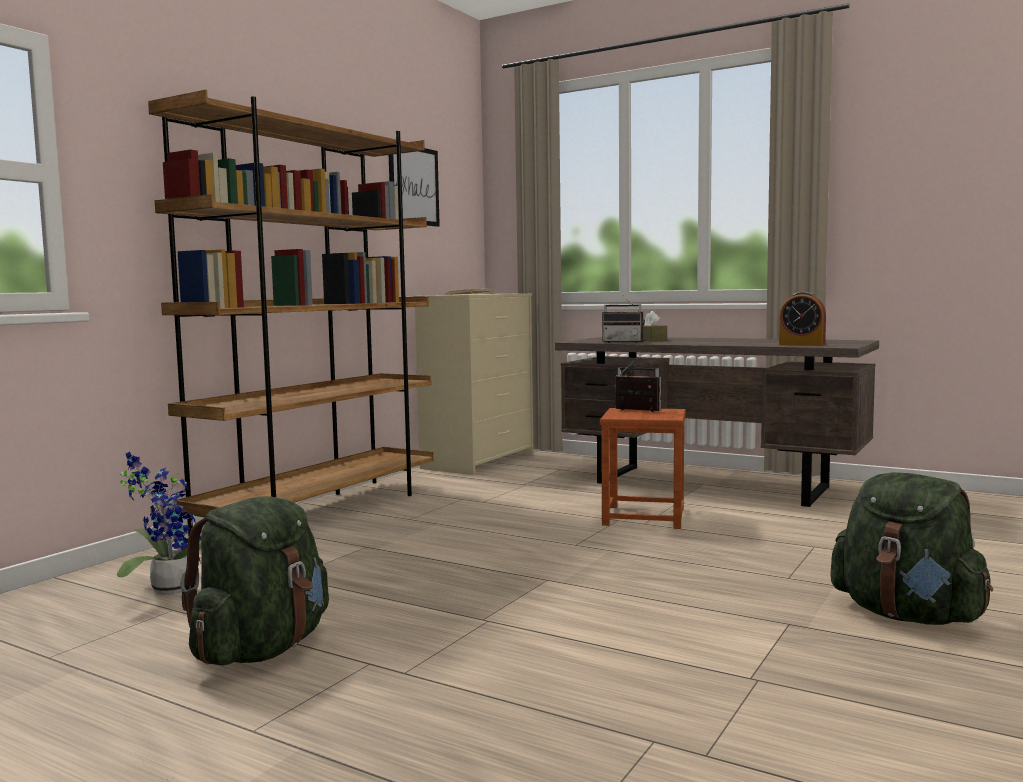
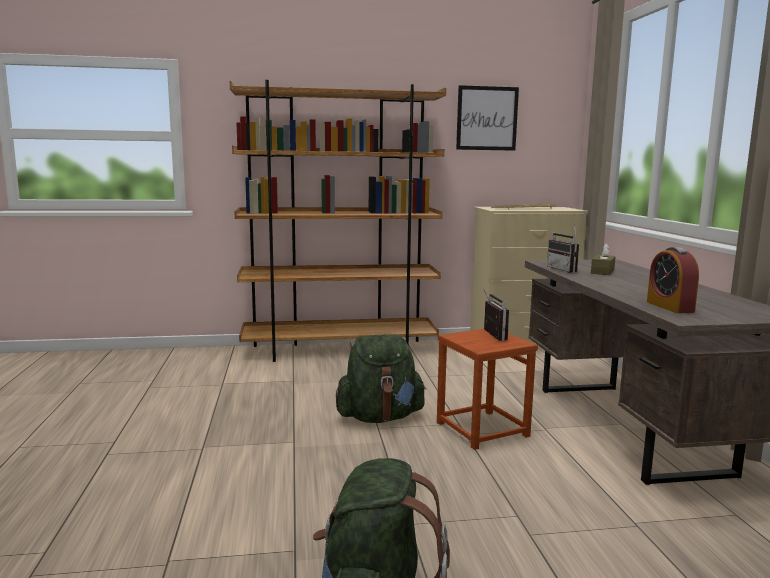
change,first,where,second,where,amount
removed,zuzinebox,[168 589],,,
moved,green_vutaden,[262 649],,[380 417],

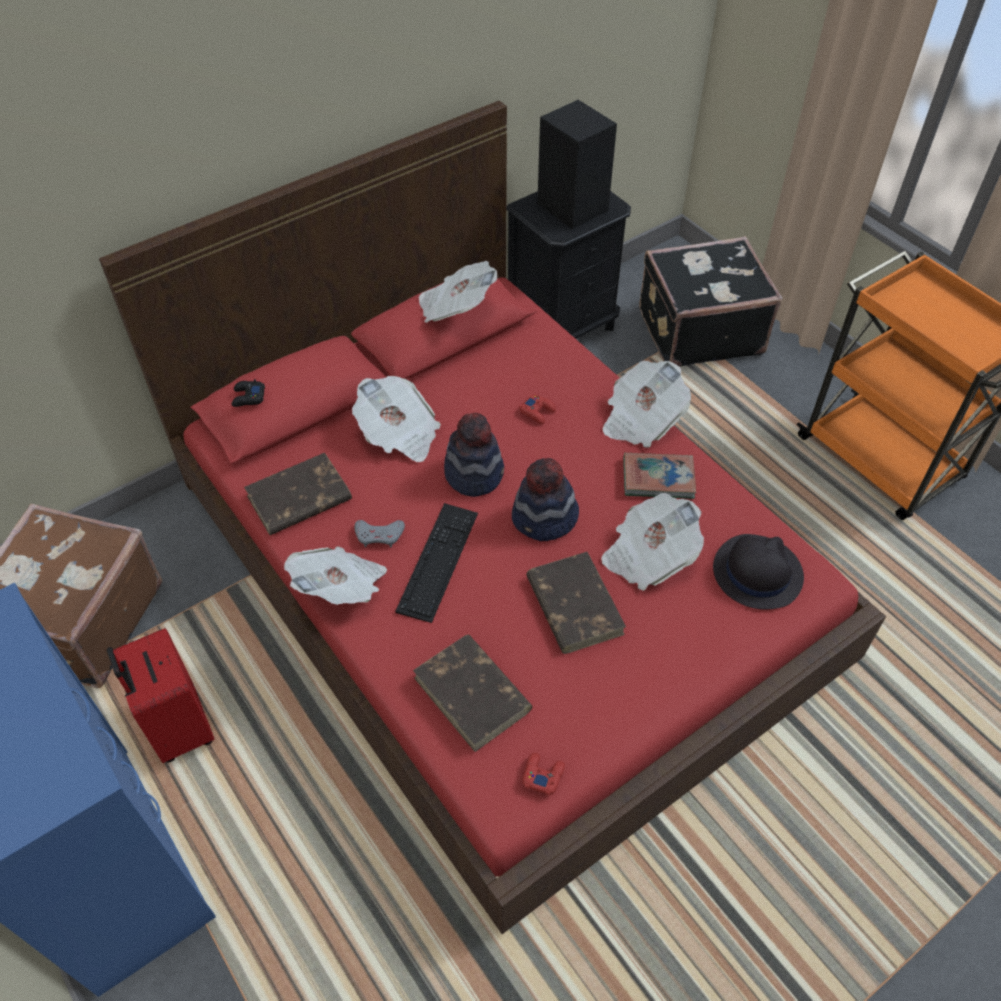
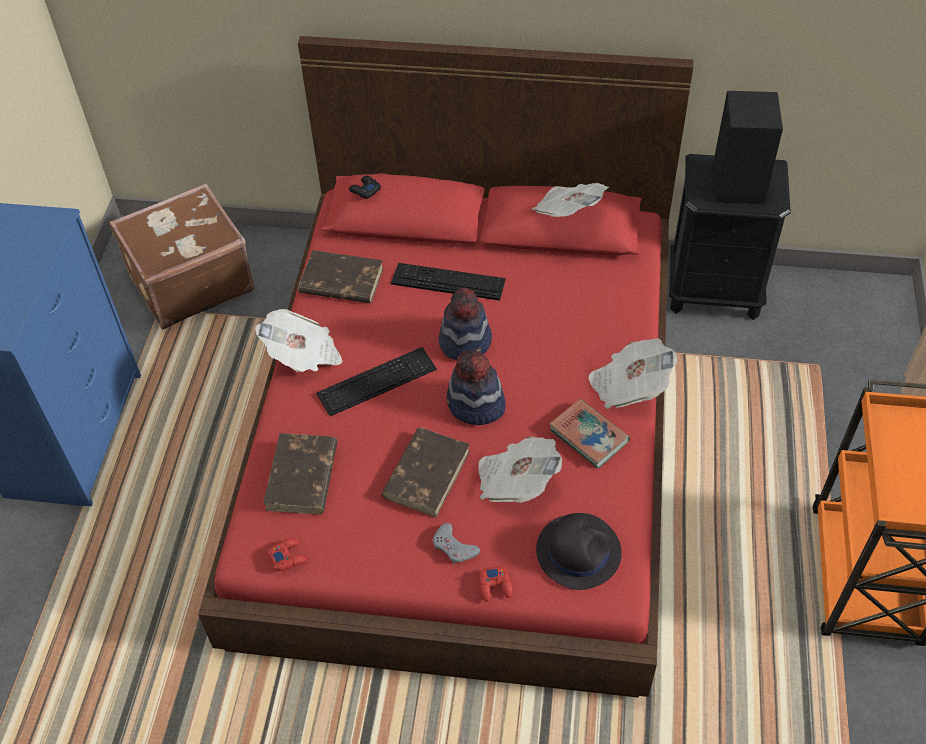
change,first,where,second,where,amount
removed,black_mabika,[698 330],,,
replaced,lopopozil,[399 434],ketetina,[448 281],
moved,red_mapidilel,[537 411],,[495 586],
moved,grey_mapidilel,[379 535],,[454 547],
removed,red_mabika,[178 728],,,

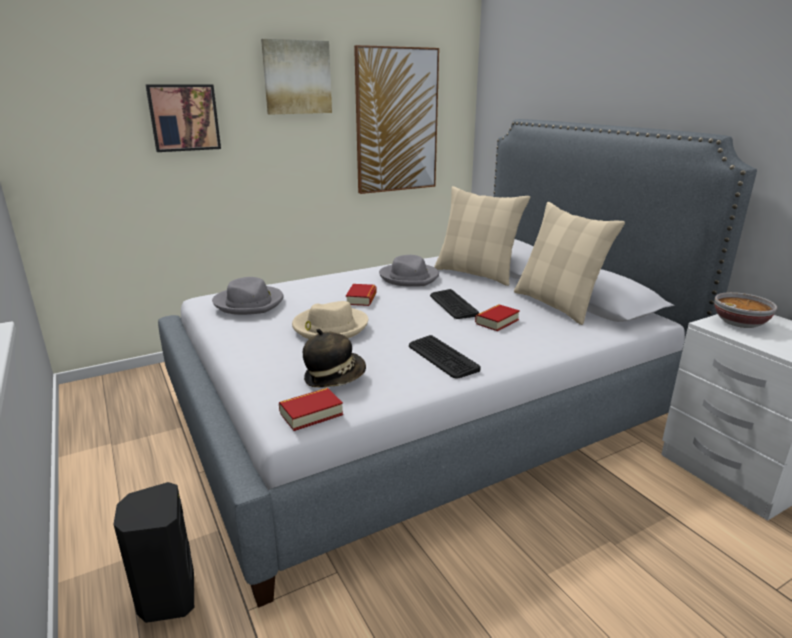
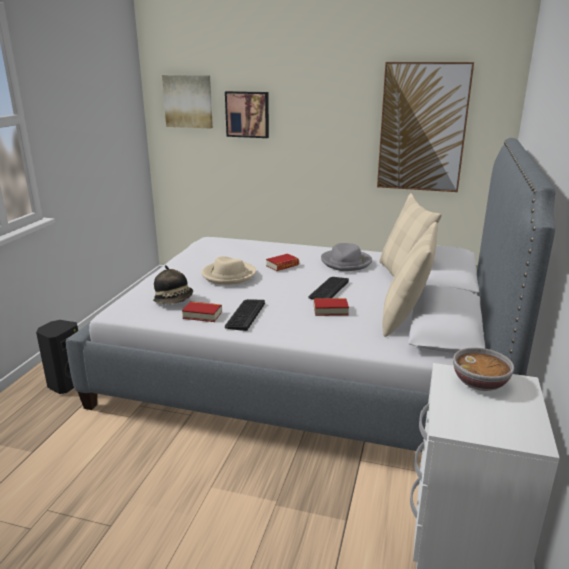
change,first,where,second,where,amount
moved,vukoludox,[297 77],,[188 101],
removed,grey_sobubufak,[249 303],,,
moved,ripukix,[311 414],,[202 315],

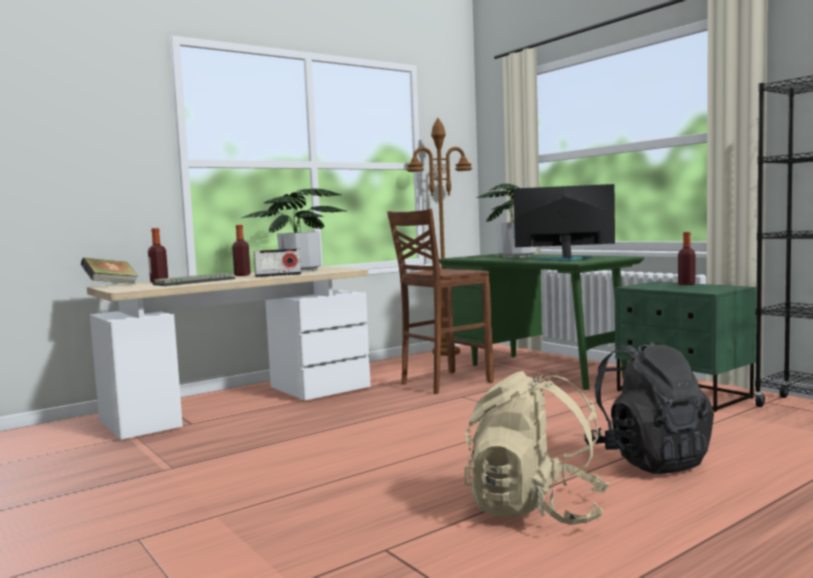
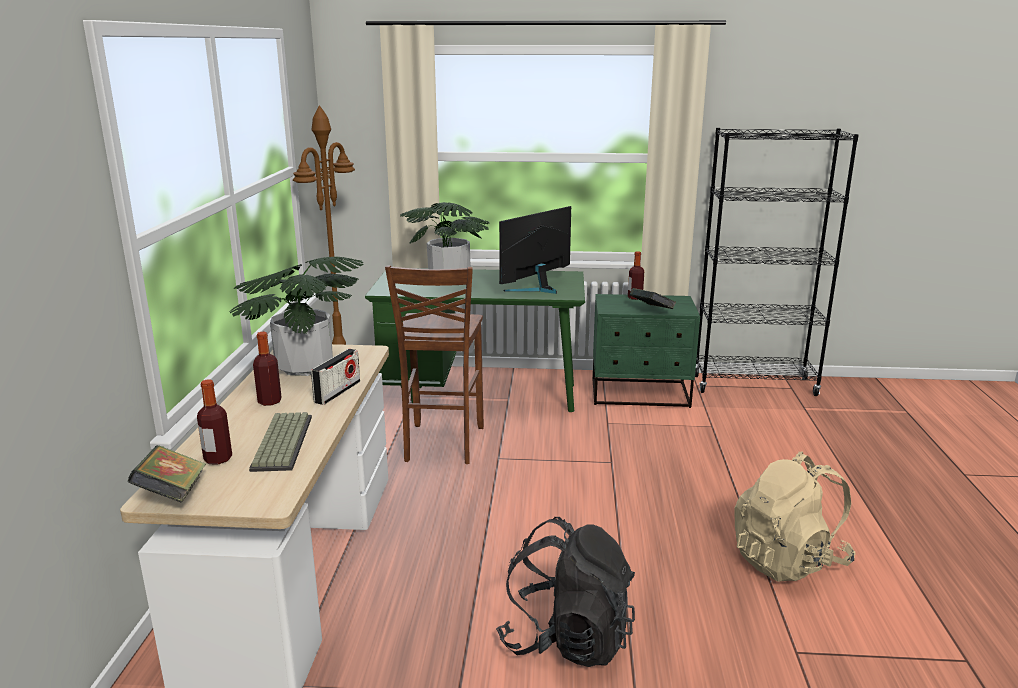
change,first,where,second,where,amount
moved,black_vutaden,[648 460],,[566 639],
added,,,ripukix,[651 311],

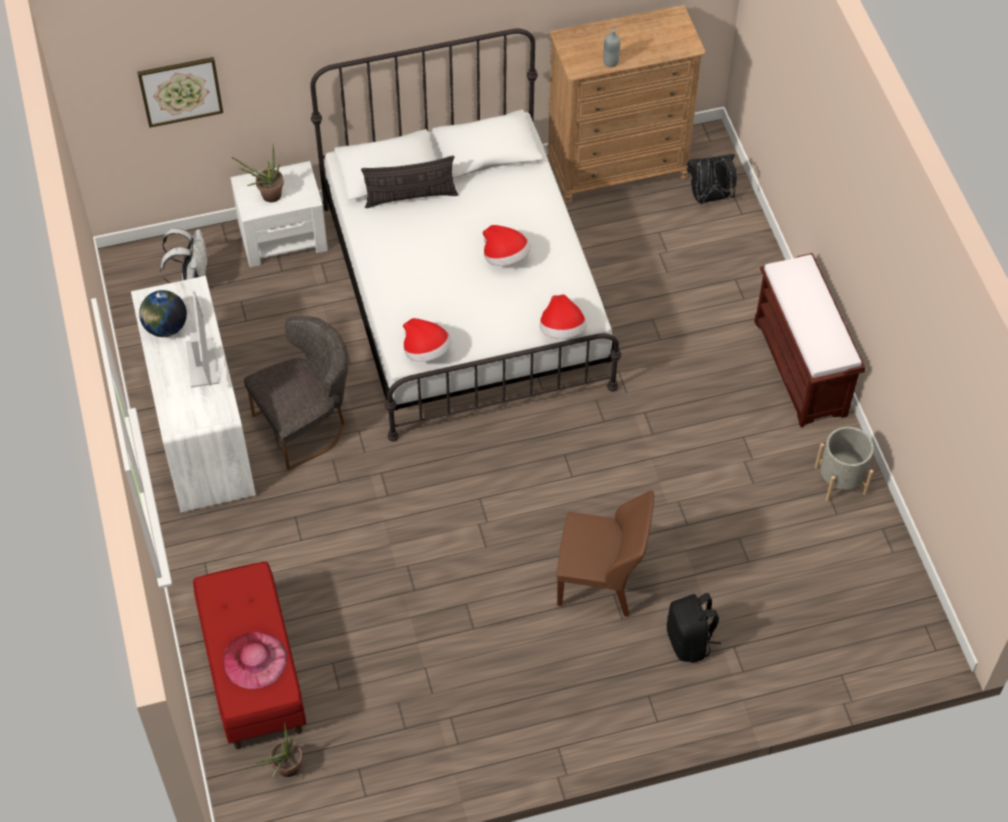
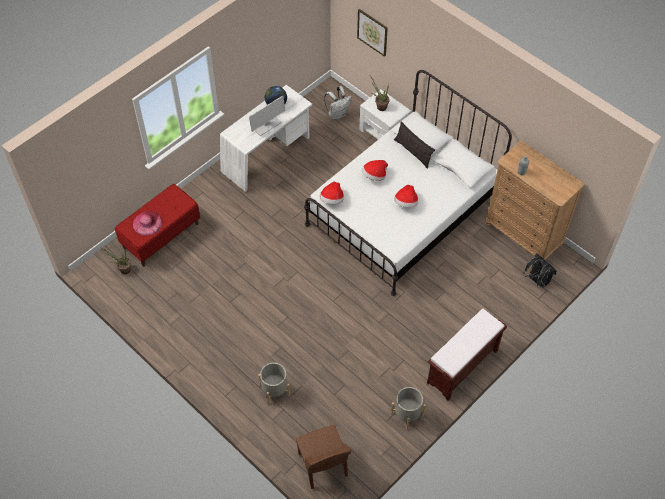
change,first,where,second,where,amount
moved,sobubufak,[562 330],,[374 176],
removed,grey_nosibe,[306 424],,,
moved,brown_nosibe,[600 582],,[323 466],
replaced,black_vutaden,[689 641],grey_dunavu,[274 390],

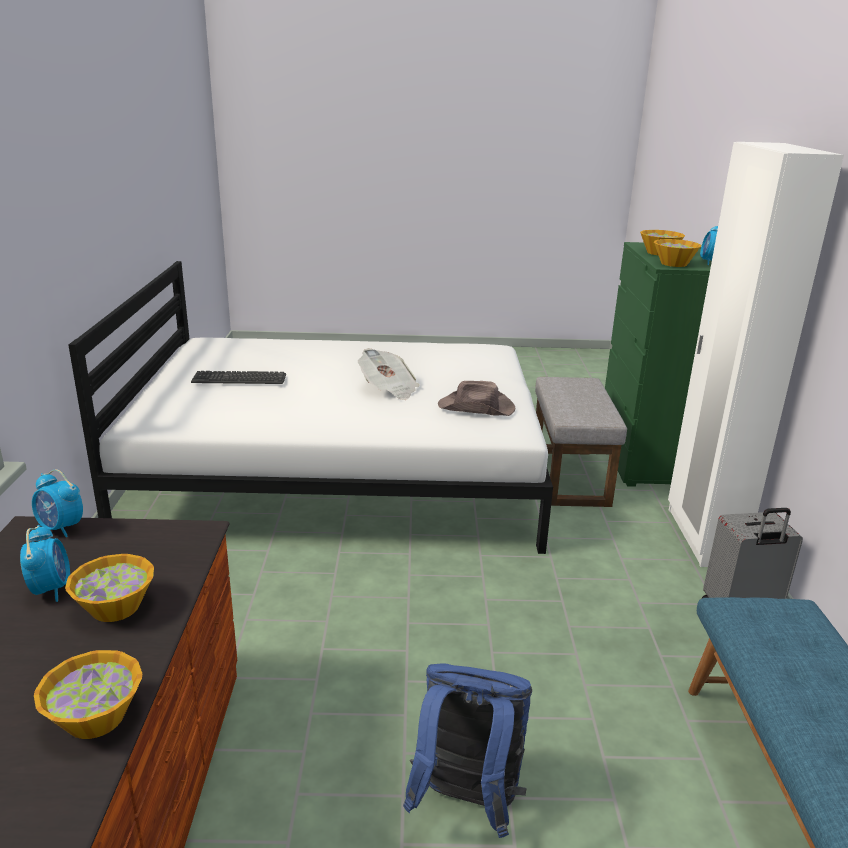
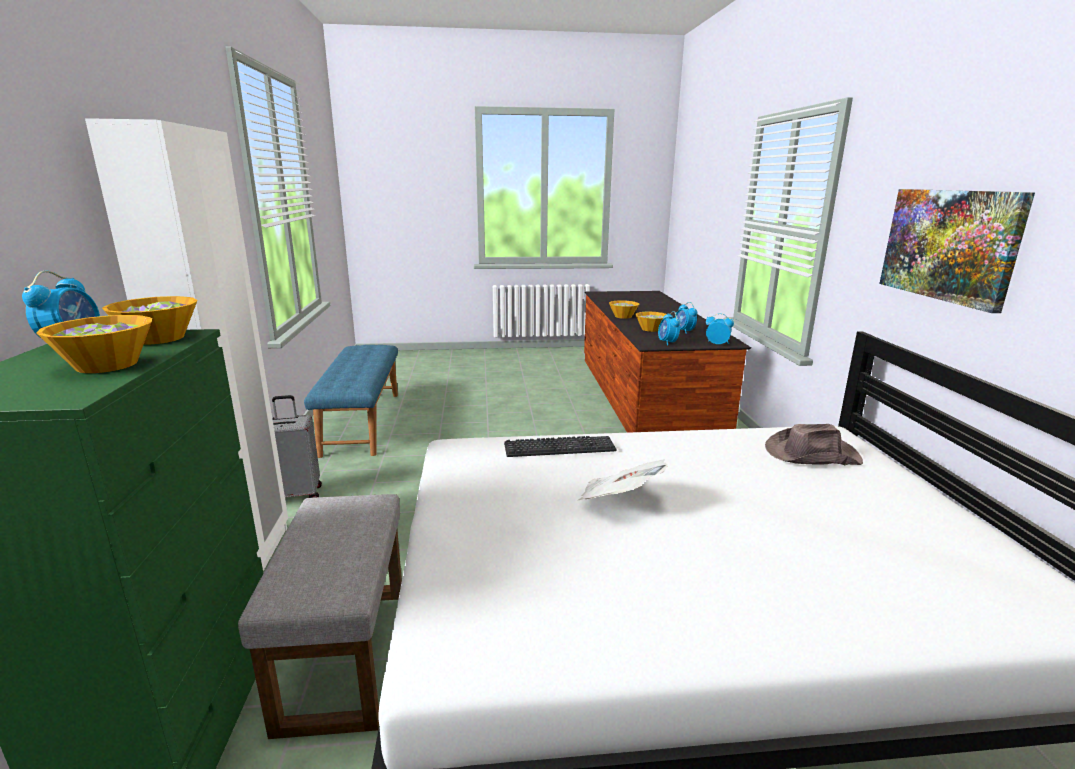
change,first,where,second,where,amount
moved,ketetina,[239 379],,[559 447],
moved,brown_sobubufak,[477 408],,[810 454],
removed,blue_vutaden,[465 803],,,
added,,,vukoludox,[949 245],
added,,,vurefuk,[667 342],

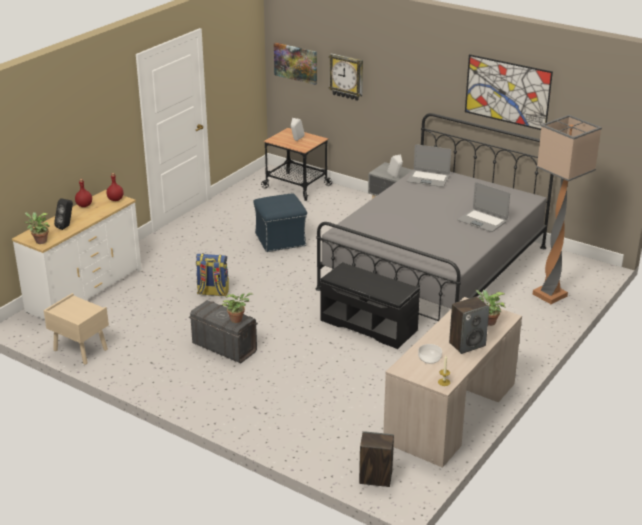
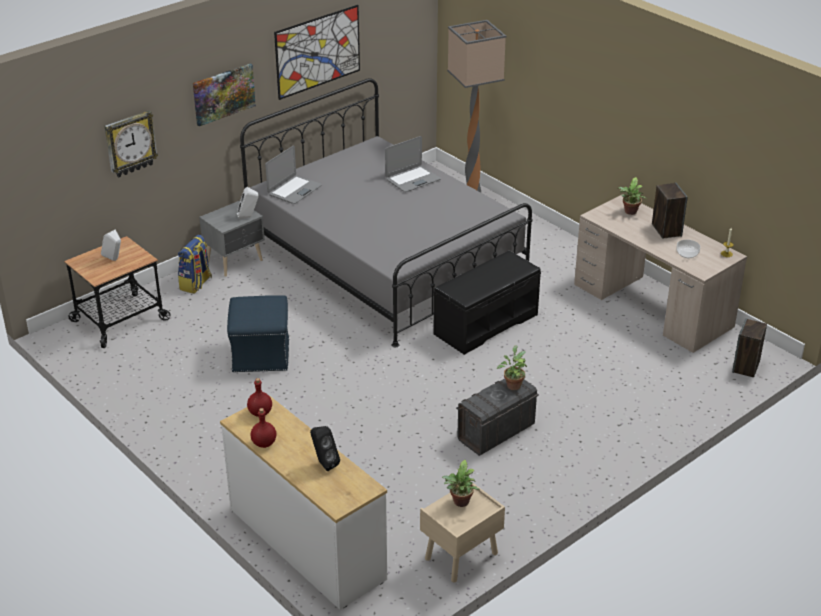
change,first,where,second,where,amount
moved,vukoludox,[296 63],,[223 94],
moved,zuzinebox,[39 241],,[460 503],
moved,vutaden,[213 292],,[196 284],

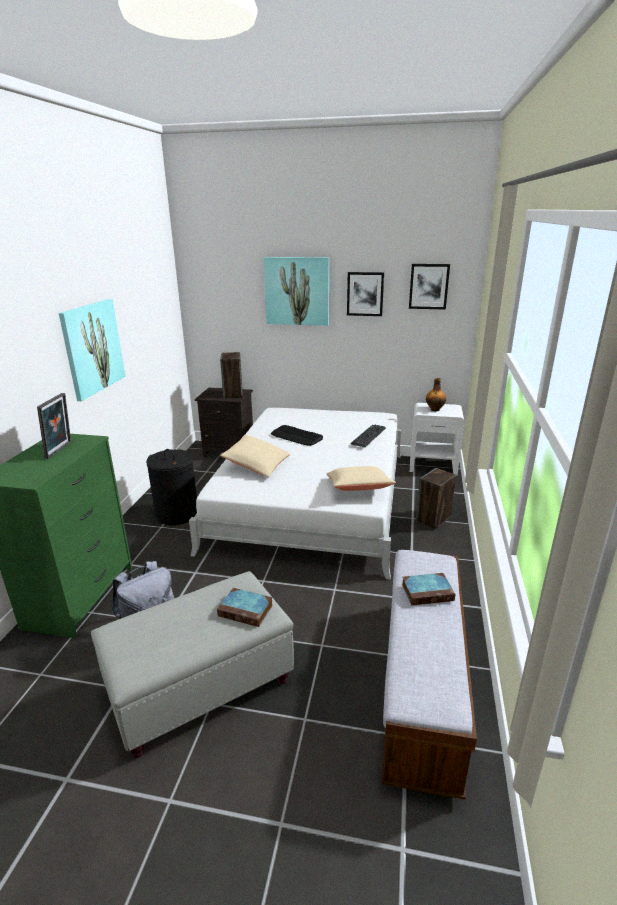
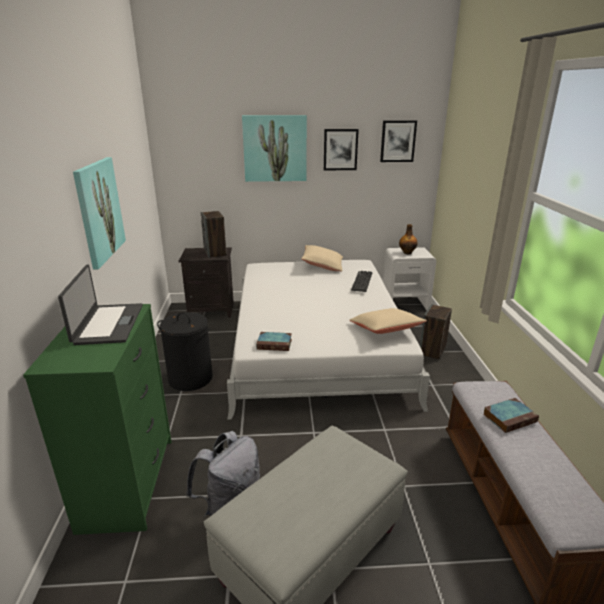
change,first,where,second,where,amount
replaced,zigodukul,[61 450],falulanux,[108 324],
removed,ketetina,[296 436],,,
moved,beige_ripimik,[256 464],,[322 265],
moved,ripukix,[247 610],,[275 344],

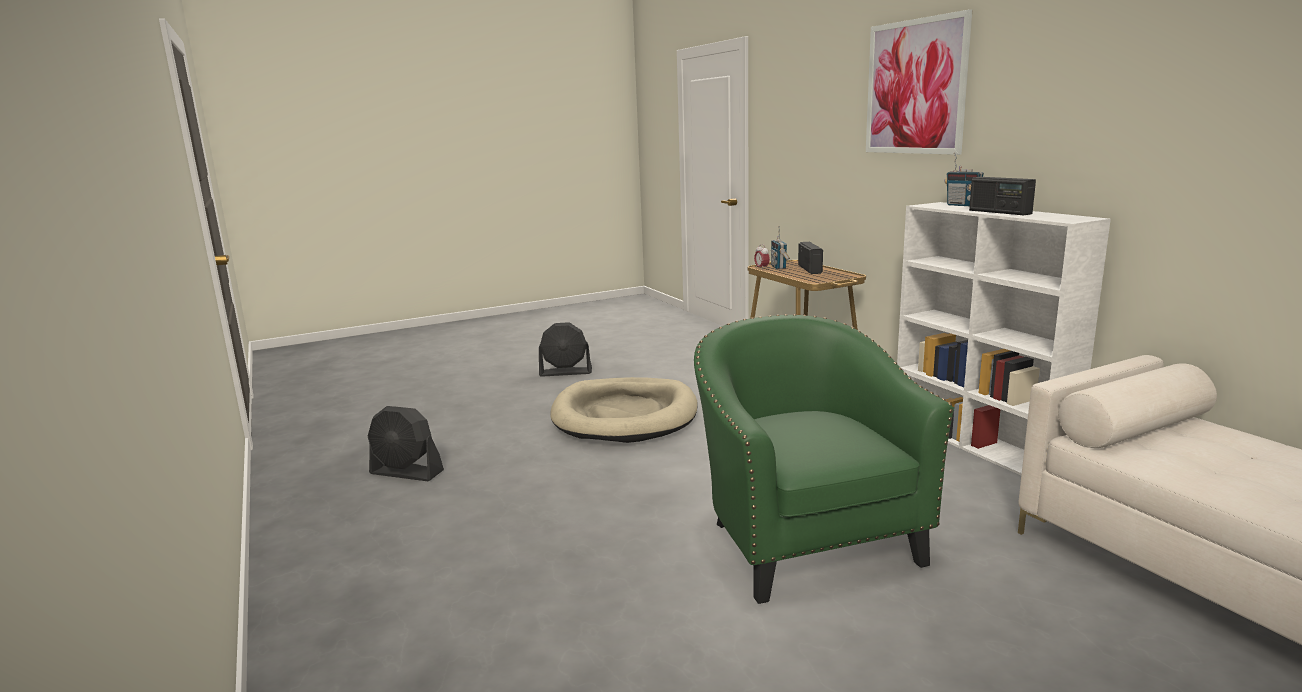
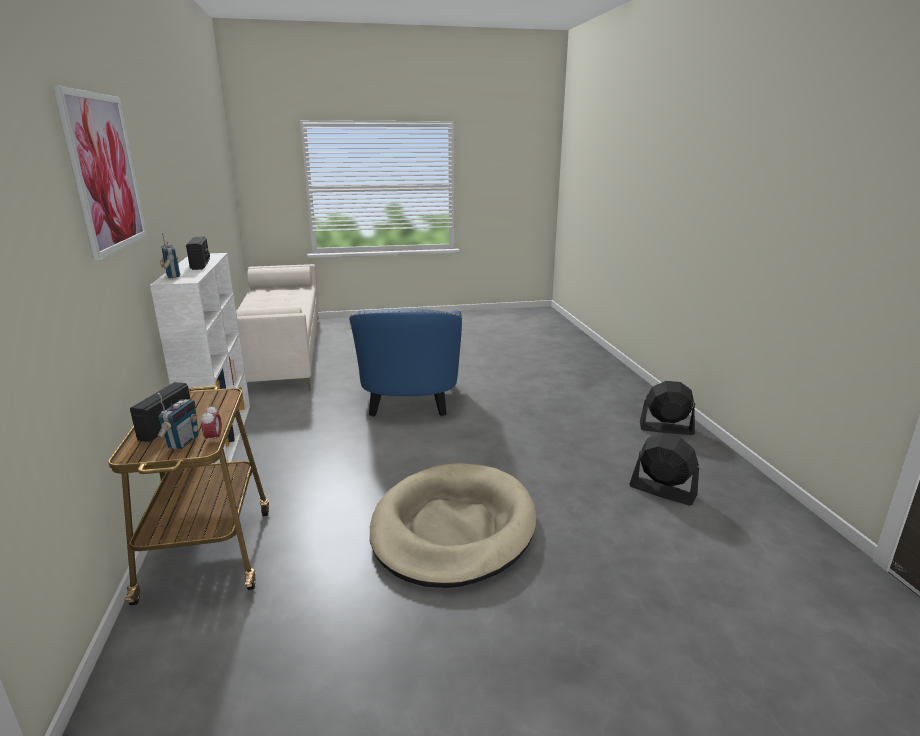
change,first,where,second,where,amount
recoloured,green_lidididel,[804 540],blue_lidididel,[409 402],
moved,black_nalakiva,[566 372],,[666 428],

